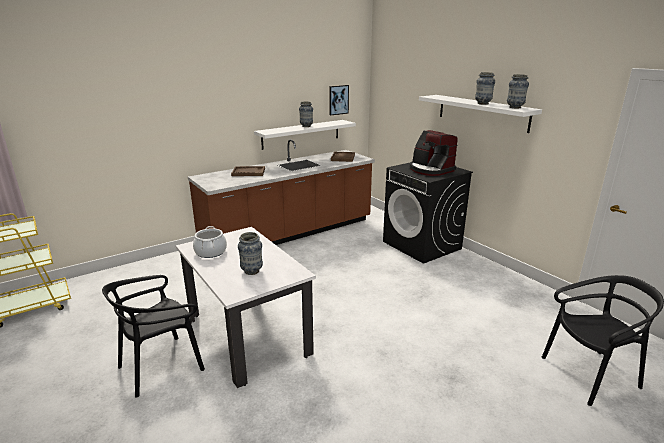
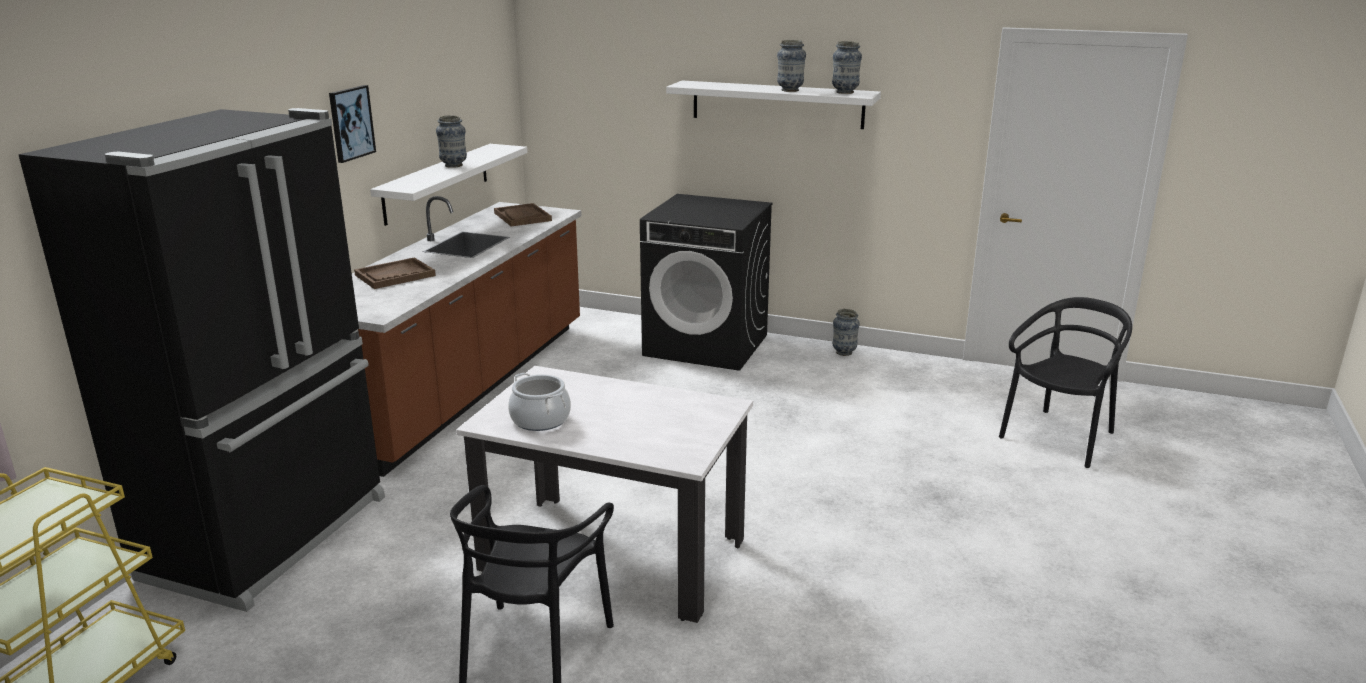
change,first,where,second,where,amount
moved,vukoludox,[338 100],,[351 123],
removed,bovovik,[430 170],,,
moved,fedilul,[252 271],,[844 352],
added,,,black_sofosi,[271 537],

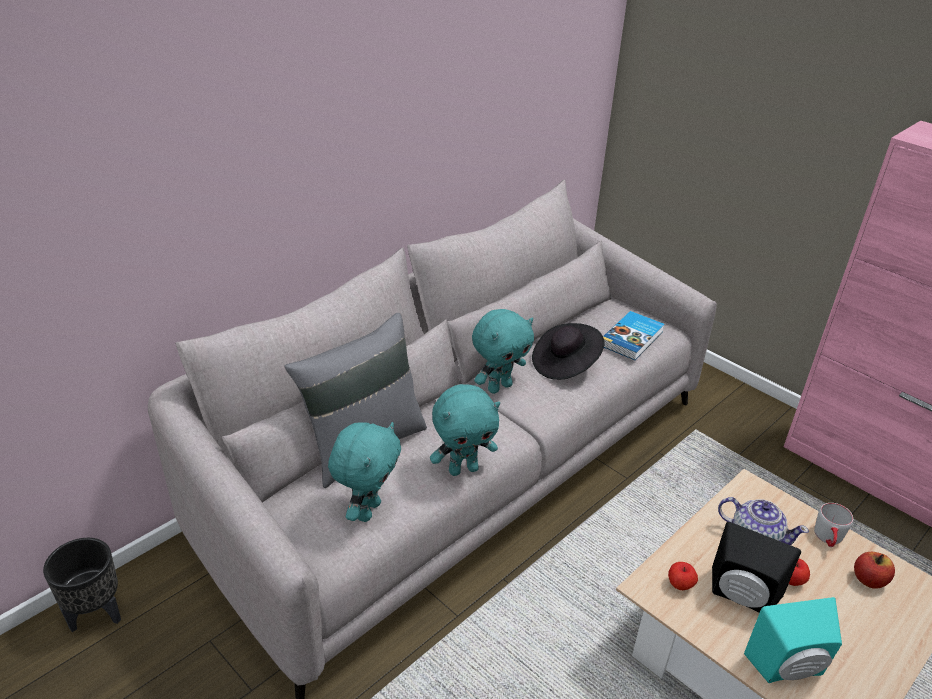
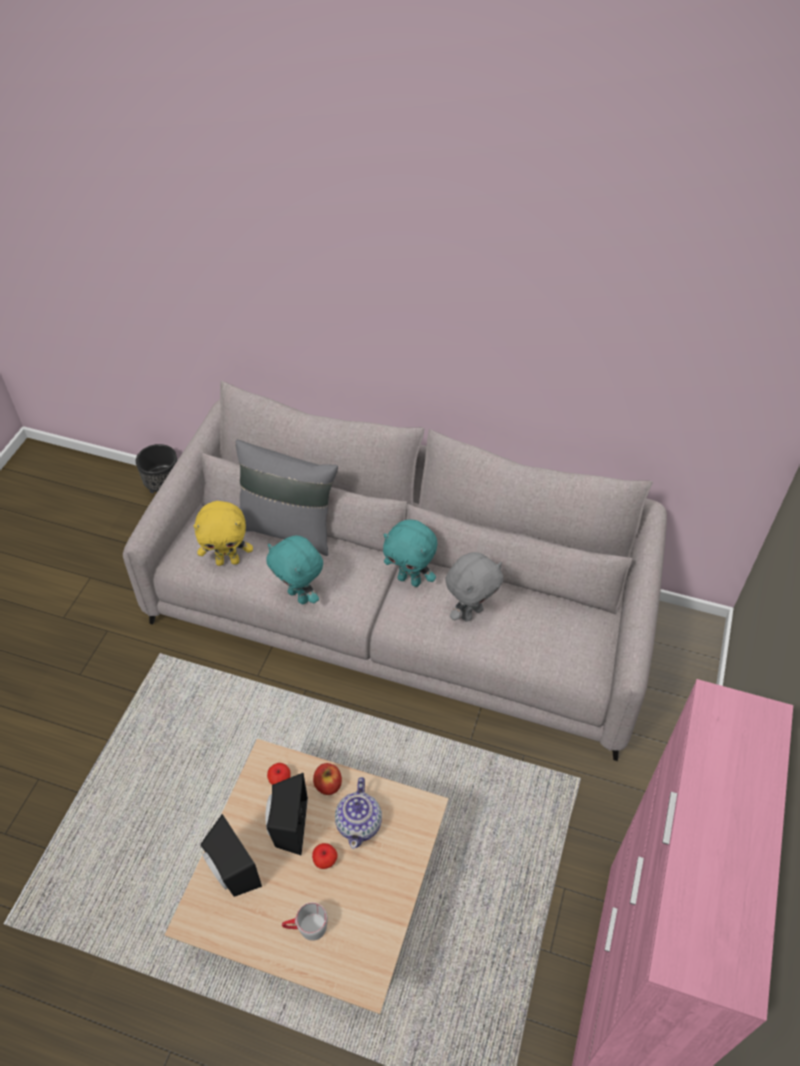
change,first,where,second,where,amount
removed,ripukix,[633 338],,,
replaced,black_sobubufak,[565 364],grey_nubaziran,[471 612],
recoloured,turquoise_nubaziran,[367 510],yellow_nubaziran,[228 561],
moved,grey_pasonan,[828 539],,[306 928],
moved,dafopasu,[869 580],,[328 785],
recoloured,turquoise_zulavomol,[789 669],black_zulavomol,[230 872],

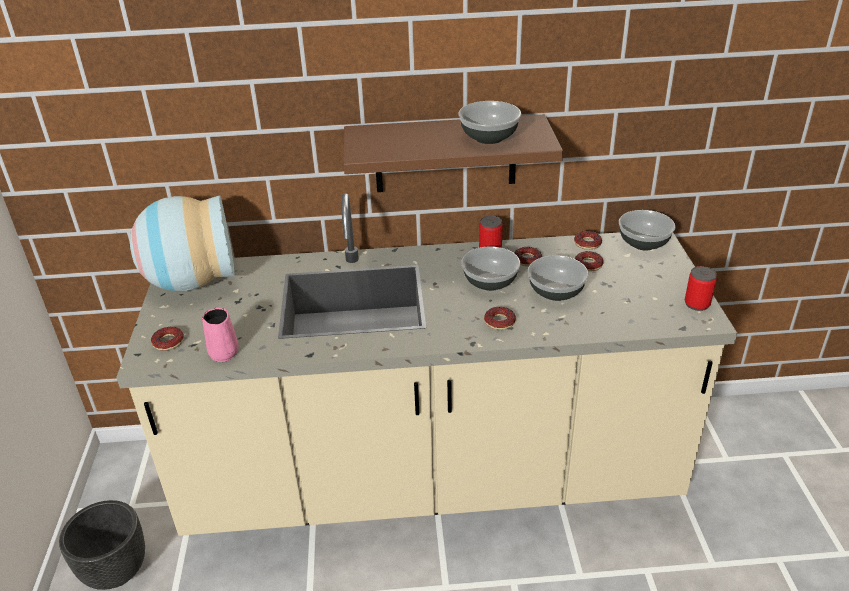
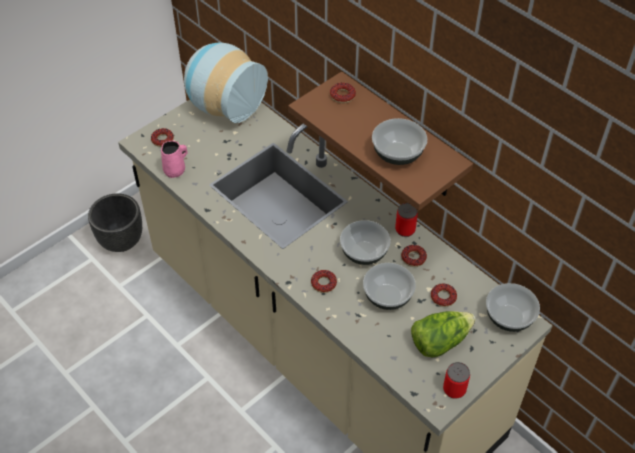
change,first,where,second,where,amount
moved,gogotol,[587 243],,[342 95],
added,,,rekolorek,[439 341],

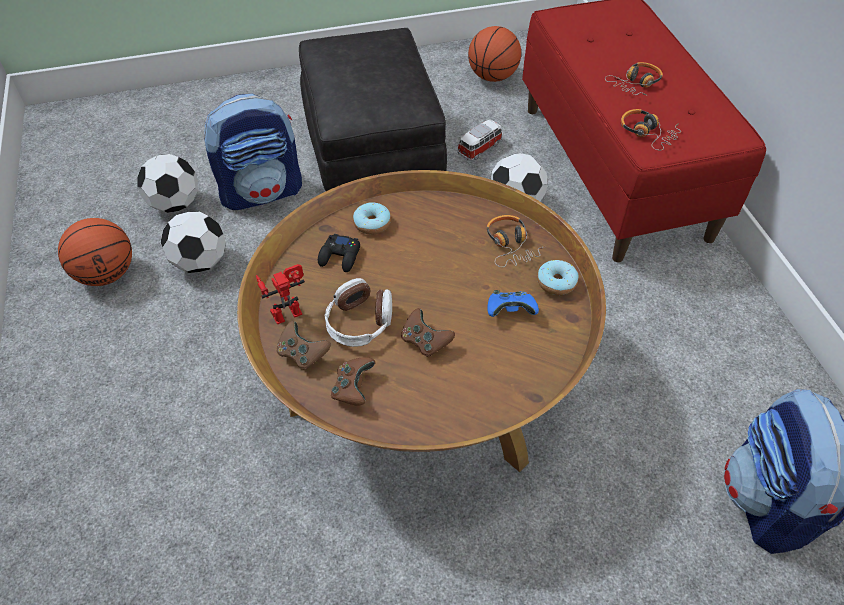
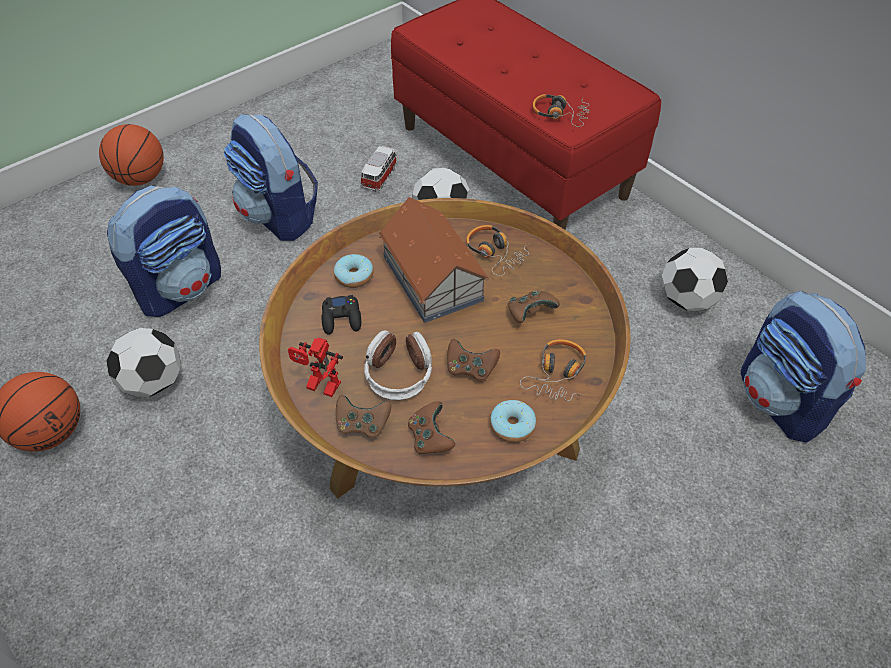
change,first,where,second,where,amount
moved,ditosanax,[493 77],,[141 178],
replaced,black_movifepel,[374 157],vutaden,[279 216],
moved,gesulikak,[635 84],,[557 375],
moved,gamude,[175 204],,[686 300],
moved,gogotol,[556 282],,[512 426],
turned,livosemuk,[287 309],,[319 387],105 degrees counterclockwise
recoloured,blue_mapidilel,[510 311],brown_mapidilel,[530 313],
added,,,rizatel,[432 276],

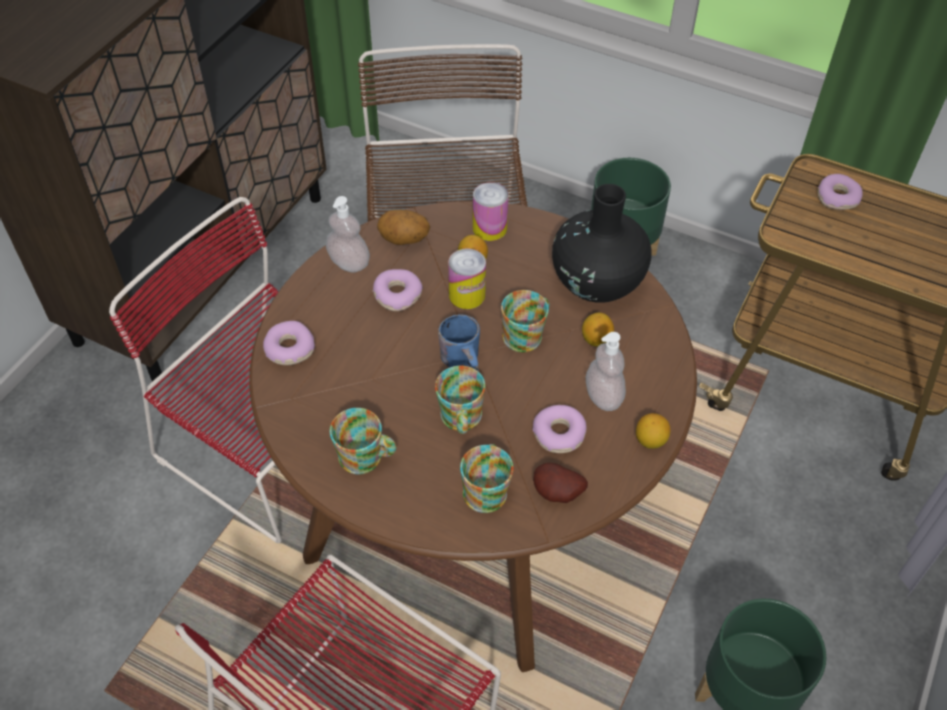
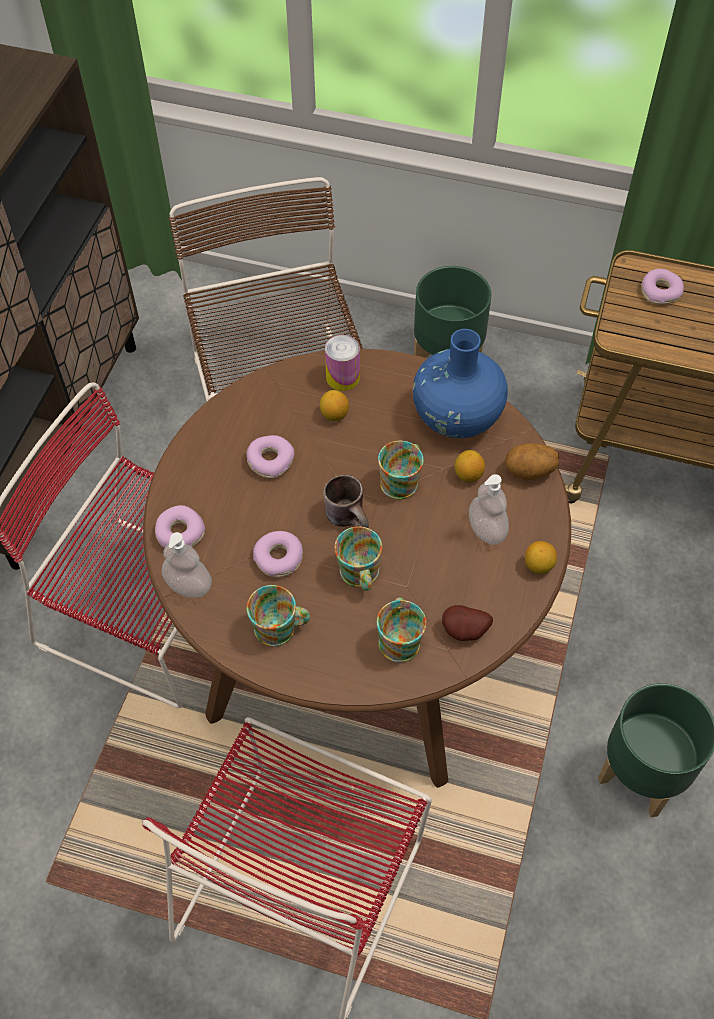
change,first,where,second,where,amount
recoloured,black_fedilul,[597 282],blue_fedilul,[457 417],
moved,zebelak,[349 263],,[189 585],
moved,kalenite,[403 240],,[529 472],
removed,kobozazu,[467 295],,,
recoloured,blue_pasonan,[465 360],brown_pasonan,[351 516],
moved,gogotol,[559 434],,[279 558],

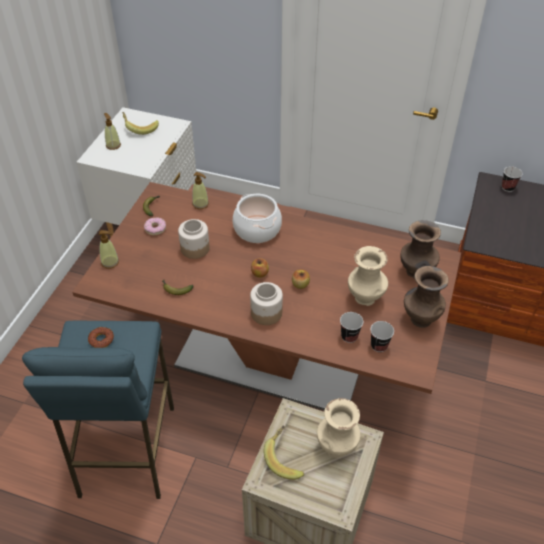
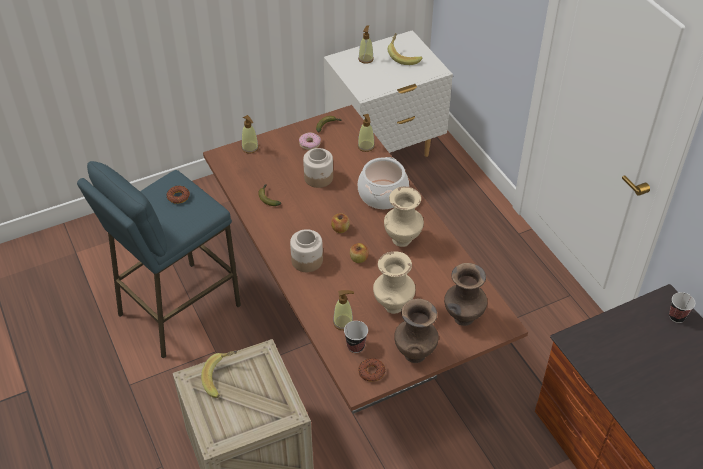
change,first,where,second,where,amount
replaced,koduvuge,[349 336],zebelak,[343 322],
moved,beige_fedilul,[336 447],,[403 239],
added,,,gogotol,[371 372],

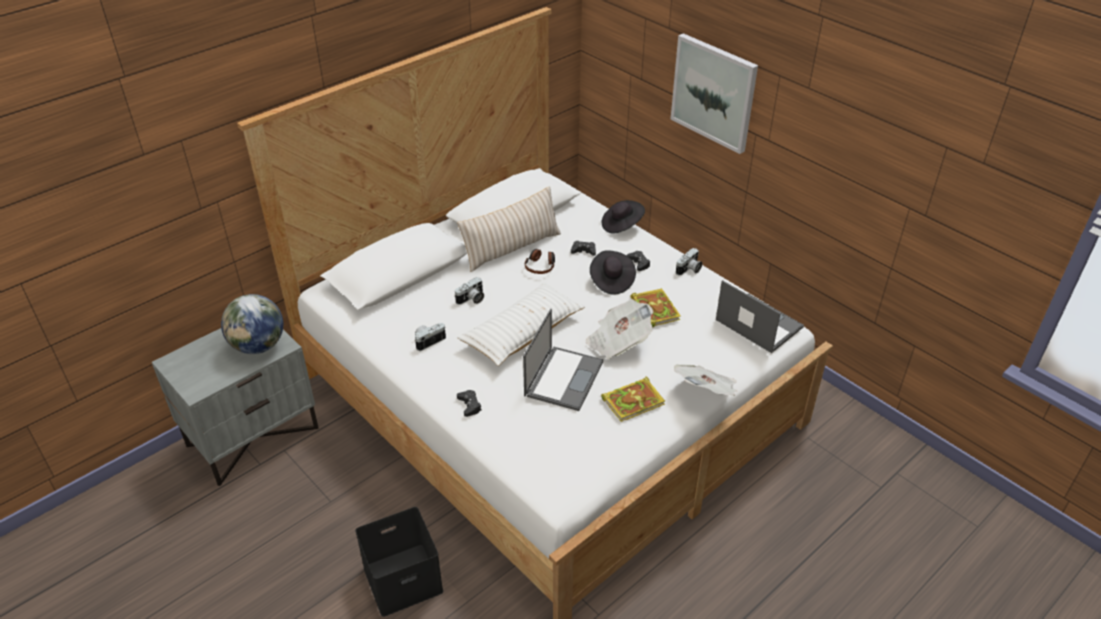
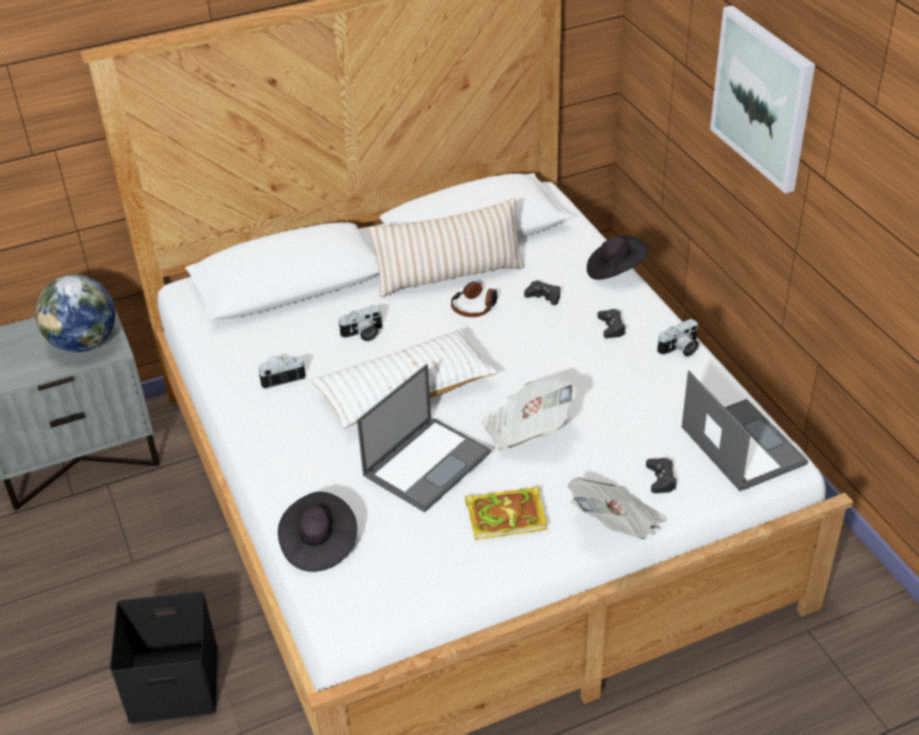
change,first,where,second,where,amount
moved,black_sobubufak,[611 281],,[318 544],
removed,ripukix,[654 309],,,
moved,black_mapidilel,[469 405],,[661 479],

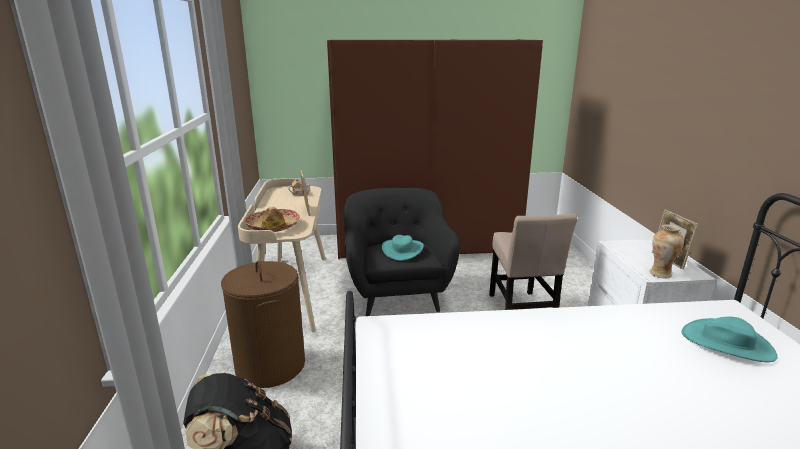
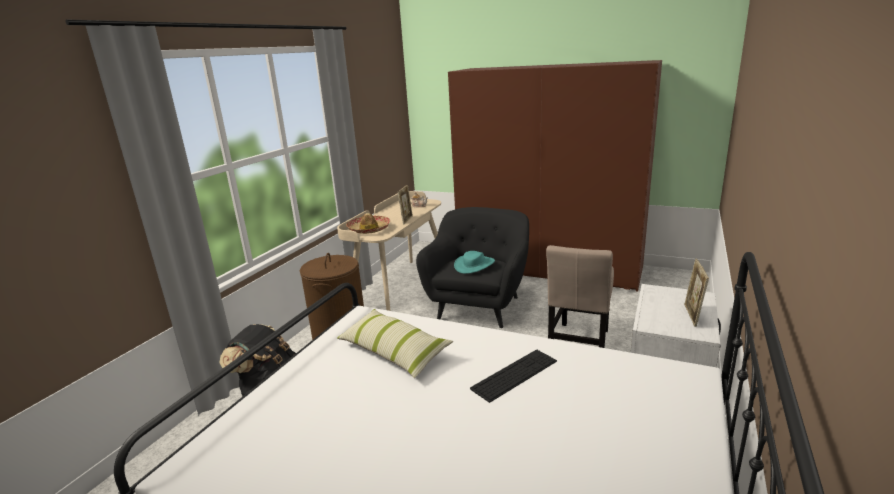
change,first,where,second,where,amount
removed,fedilul,[660 274],,,
removed,turquoise_sobubufak,[727 343],,,
added,,,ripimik,[394 351],
added,,,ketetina,[514 374],

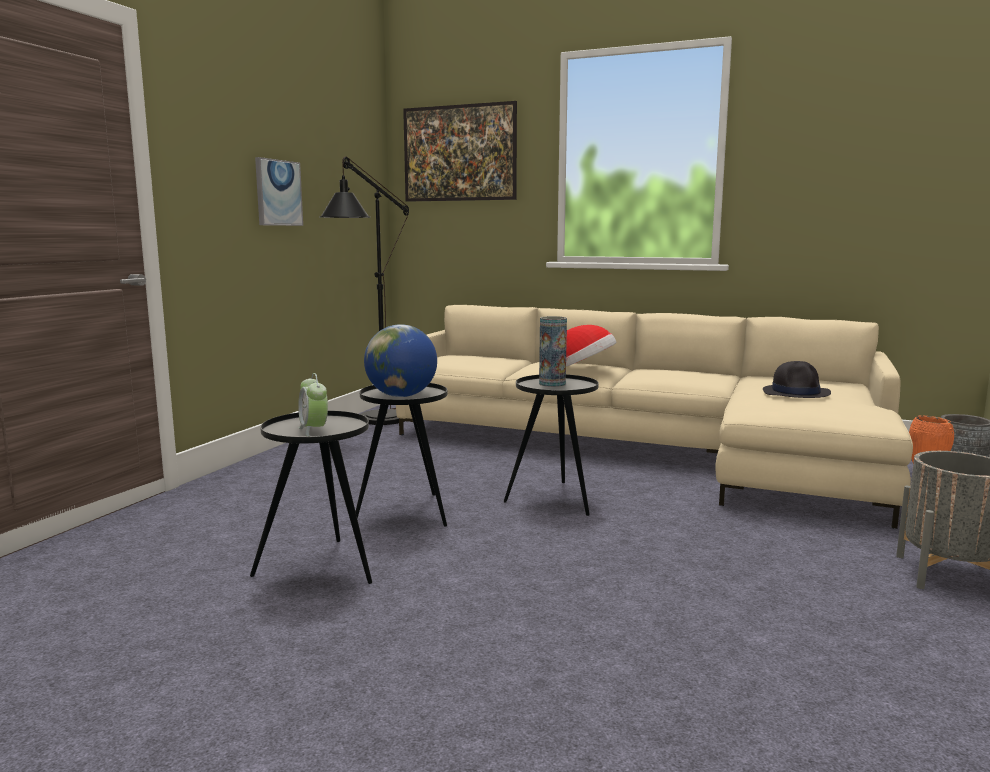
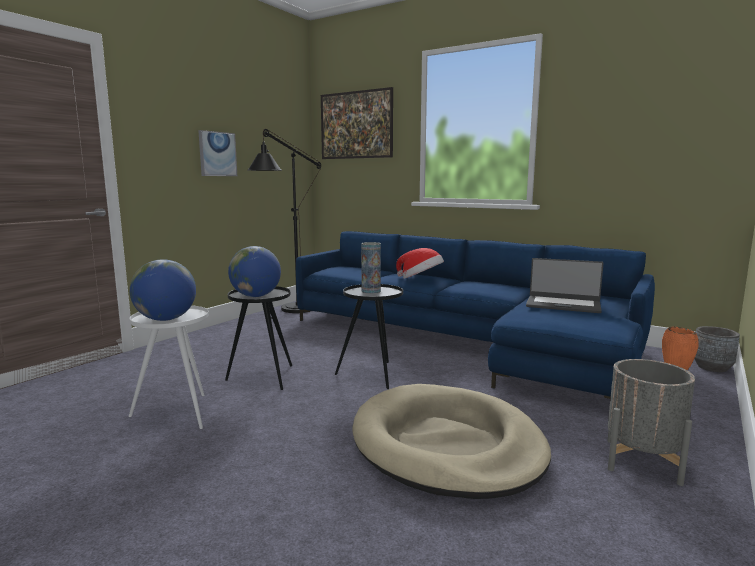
change,first,where,second,where,amount
recoloured,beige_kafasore,[649 451],blue_kafasore,[467 342],
replaced,black_sobubufak,[796 393],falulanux,[563 305],
replaced,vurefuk,[314 430],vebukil,[166 319],
recoloured,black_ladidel,[322 568],white_ladidel,[178 414],
added,,,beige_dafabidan,[447 445],

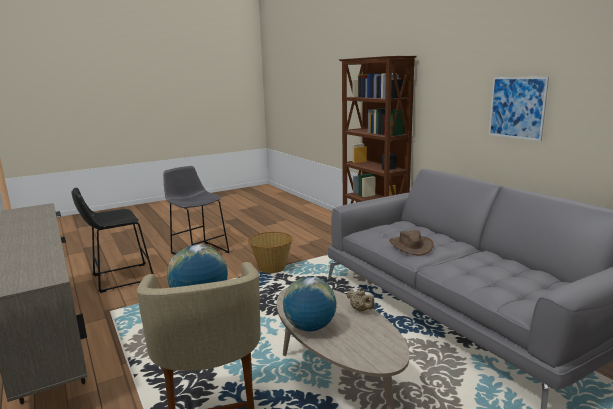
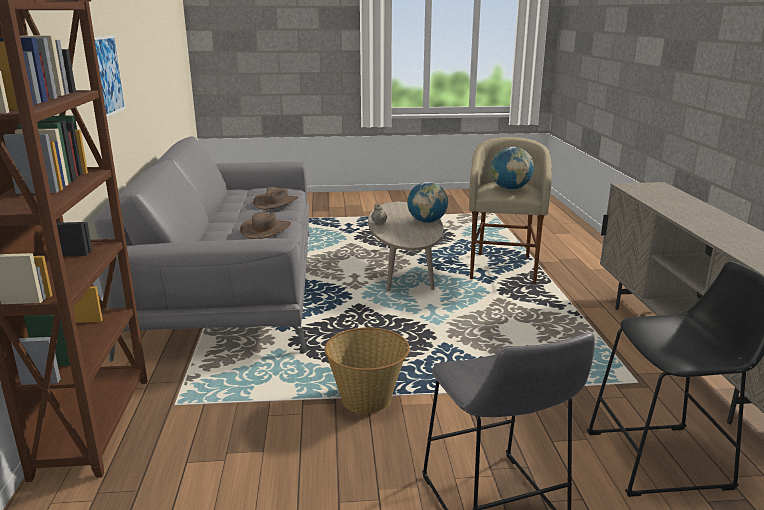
change,first,where,second,where,amount
added,,,brown_sobubufak,[276 202],

